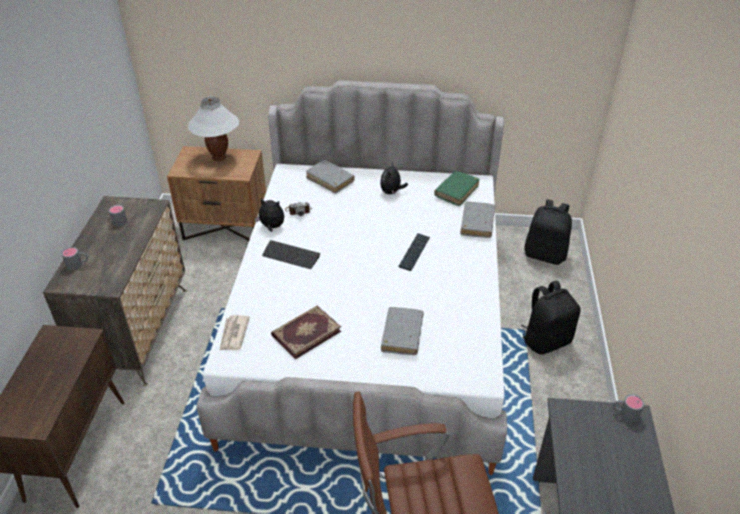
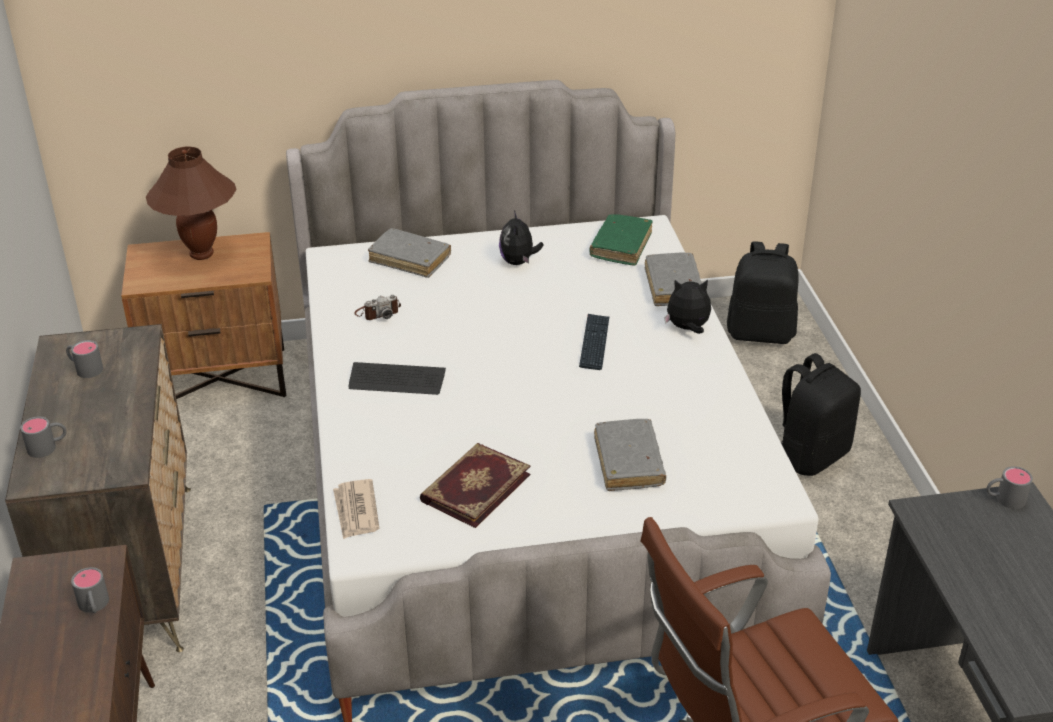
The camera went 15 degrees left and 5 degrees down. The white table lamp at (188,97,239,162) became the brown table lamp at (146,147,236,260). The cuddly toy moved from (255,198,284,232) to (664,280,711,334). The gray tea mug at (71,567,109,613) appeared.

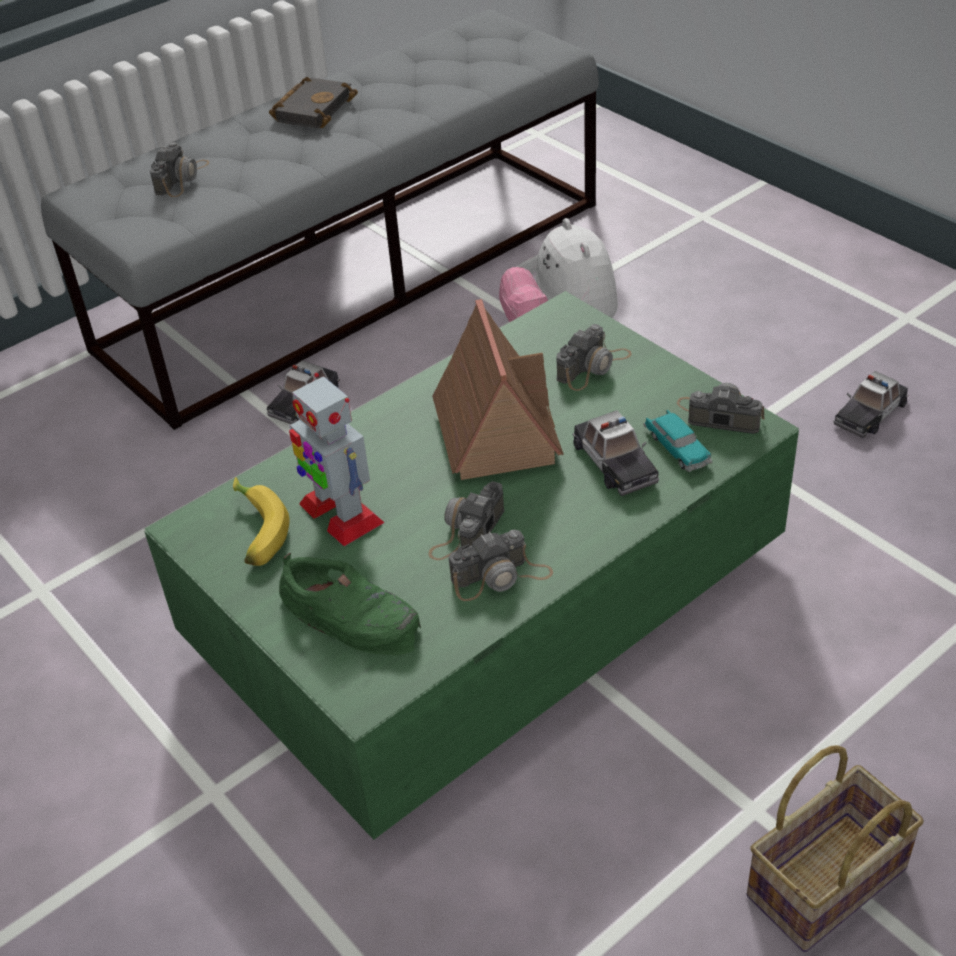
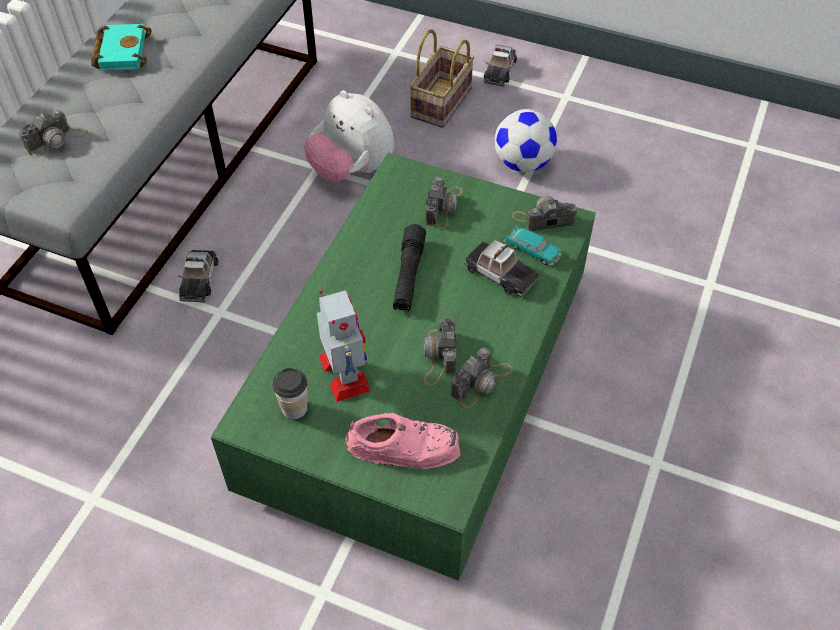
The camera went 30 degrees left and 10 degrees up. The black-coloured volume at (269,77,358,129) became the turquoise-coloured volume at (91,24,152,70). The still camera at (150,142,209,197) turned 60 degrees clockwise. The toy house at (432,299,564,480) was replaced by the black-coloured flashlight at (393,224,426,311). The miniature car moved from (833,371,908,438) to (484,44,517,87). The model robot at (289,373,384,546) turned 135 degrees counterclockwise. The banana fruit at (233,477,289,566) was replaced by the cup at (273,368,308,419). The green-coloured shoe at (279,553,421,655) became the pink shoe at (345,413,461,469). The storage basket moved from (747,745,924,952) to (409,29,474,128). The football at (495,109,557,172) appeared.

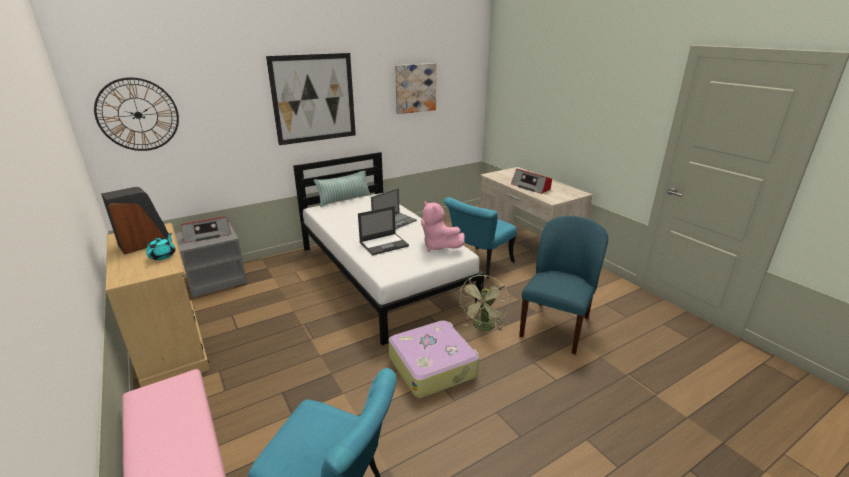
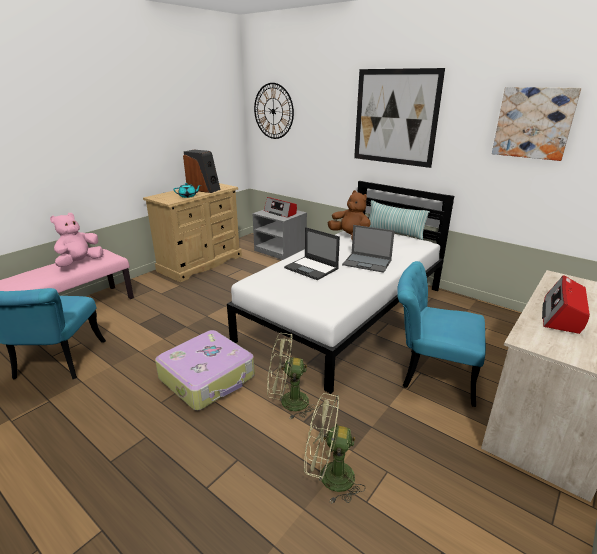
The camera went 70 degrees right and 0 degrees up. The pink cuddly toy moved from (421,201,465,251) to (50,213,103,267). The bluish chair at (519,216,608,354) was replaced by the green-coloured fan at (304,393,365,504). The brown cuddly toy at (328,190,371,239) appeared.

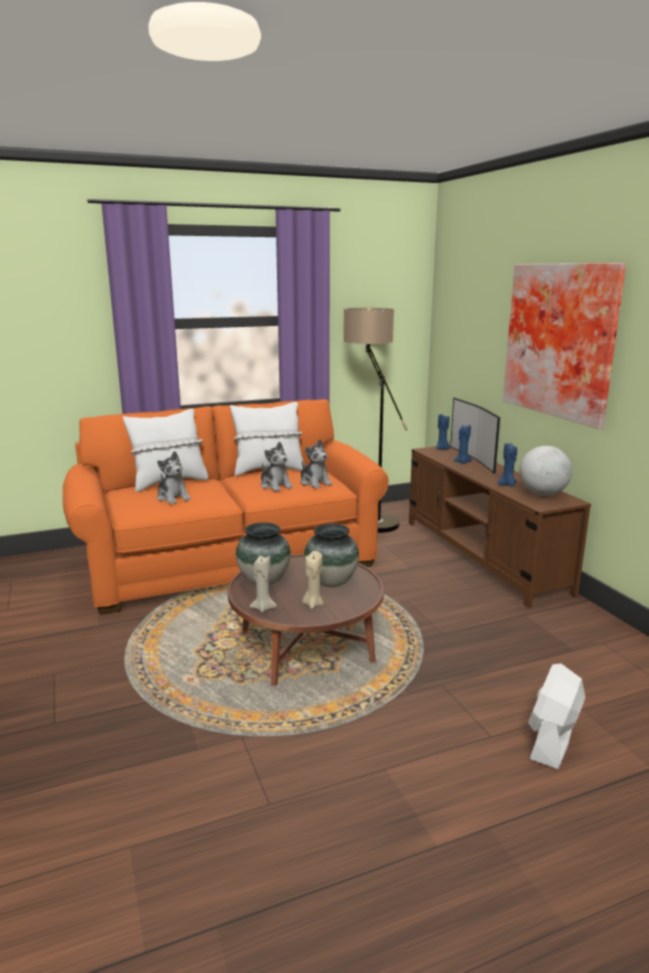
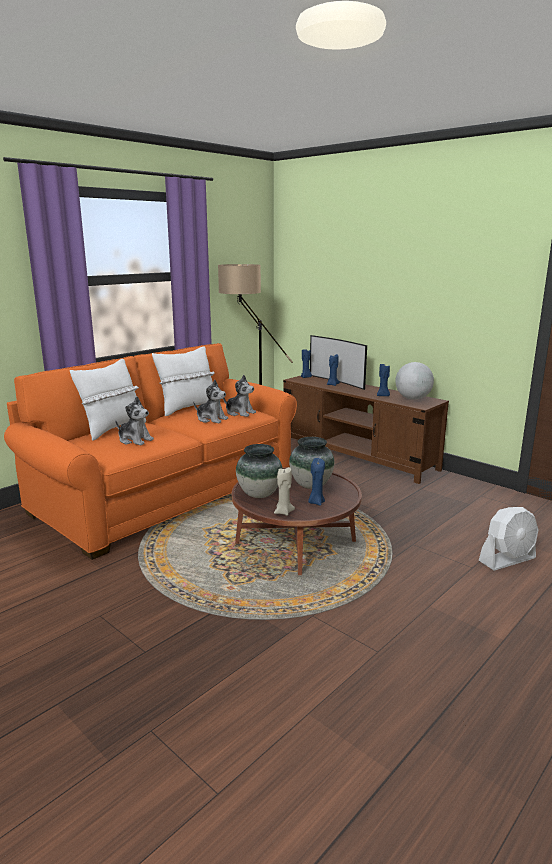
The camera went 25 degrees left and 0 degrees up. The wall picture at (503,263,626,429) disappeared. The beige-coloured wax light at (302,551,324,609) became the bluish wax light at (308,458,325,506). The white fan at (528,664,585,769) turned 120 degrees counterclockwise.

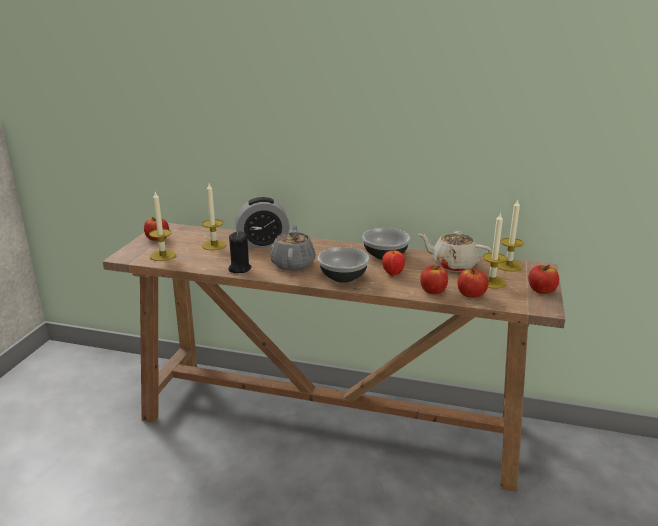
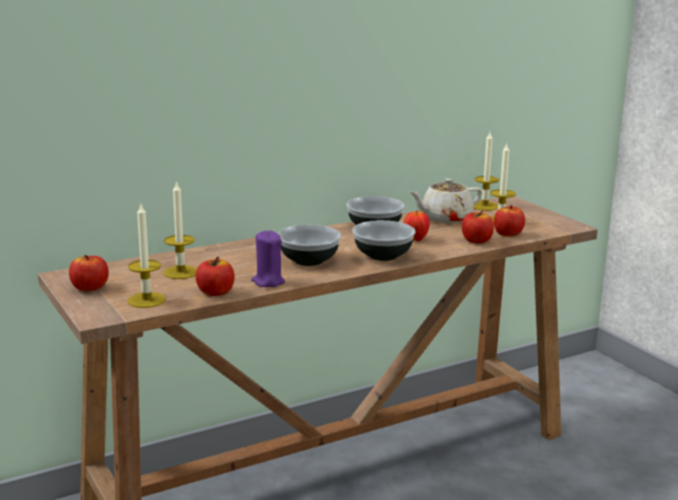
The camera went 45 degrees left and 5 degrees down. The alarm clock at (235,197,290,249) disappeared. The gray pot for tea at (270,224,316,271) was replaced by the deep dish at (278,225,341,266). The black-coloured wax light at (228,231,251,273) became the purple wax light at (251,230,285,287). The apple fruit moved from (528,265,559,294) to (196,257,235,296).

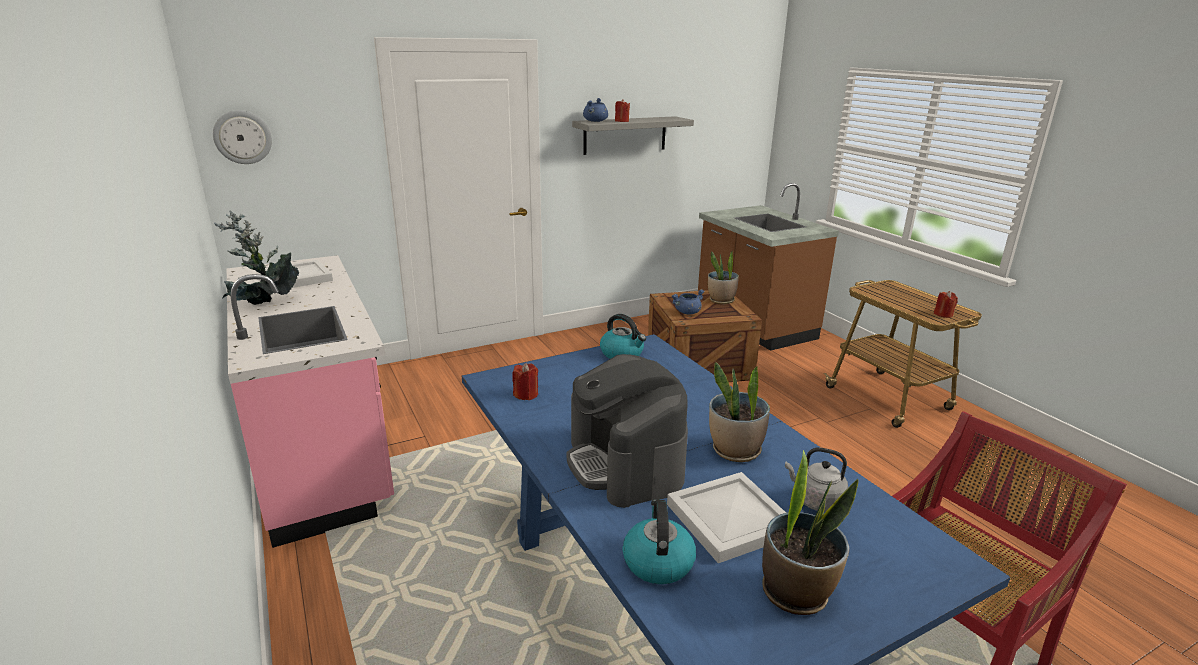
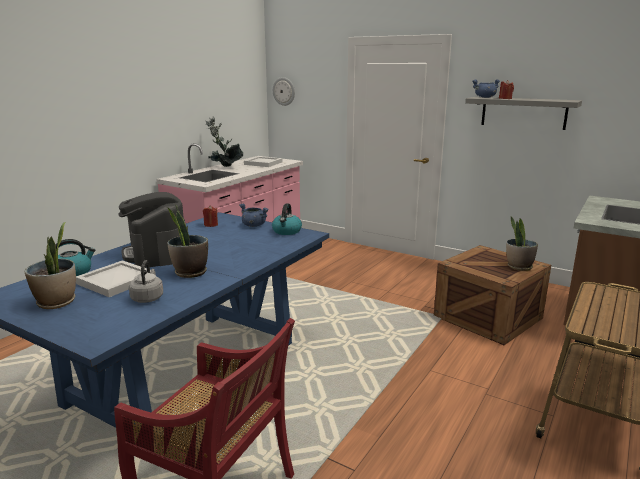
The camera went 60 degrees right and 5 degrees down. The bluish cooking pot moved from (671,289,705,315) to (239,204,269,227). The reddish wax light at (934,291,958,318) disappeared. The coffee brewer at (566,354,688,508) turned 60 degrees counterclockwise.

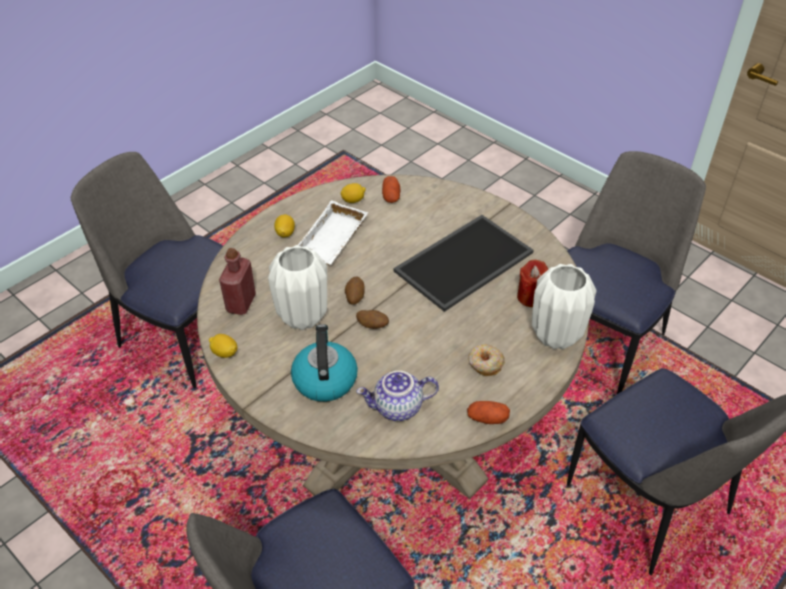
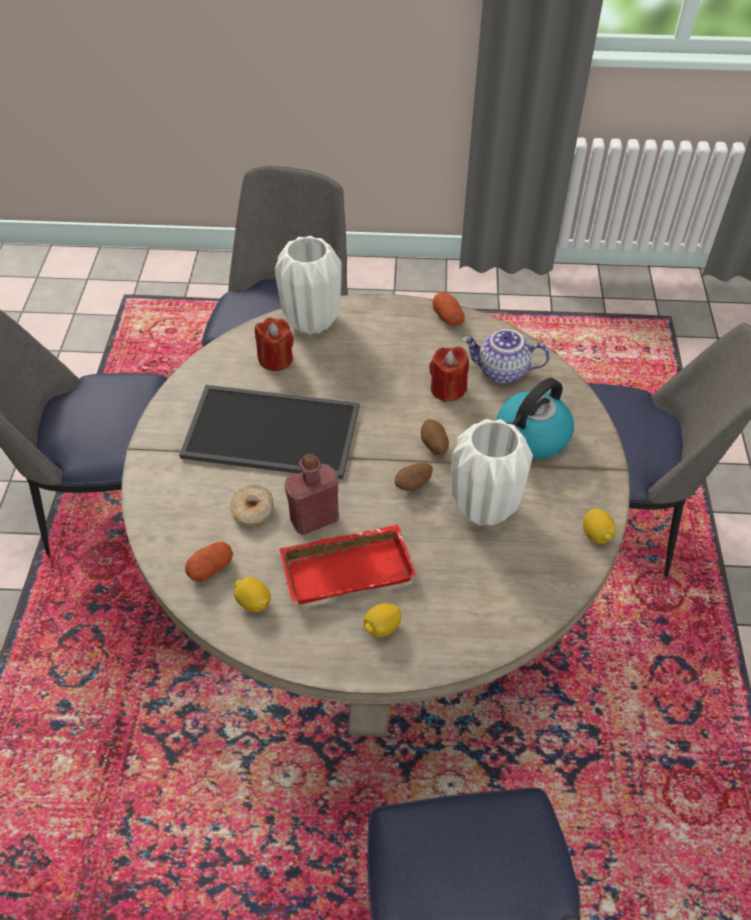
The camera went 130 degrees left and 5 degrees up. The white carrying tray at (298,200,368,266) became the reddish carrying tray at (279,524,416,604). The reddish drink bottle moved from (219,248,256,315) to (285,454,339,535). The ring doughnut moved from (468,344,505,376) to (230,484,274,526). The pot for tea at (356,371,439,421) turned 150 degrees clockwise. The reddish wax light at (429,347,469,402) appeared.

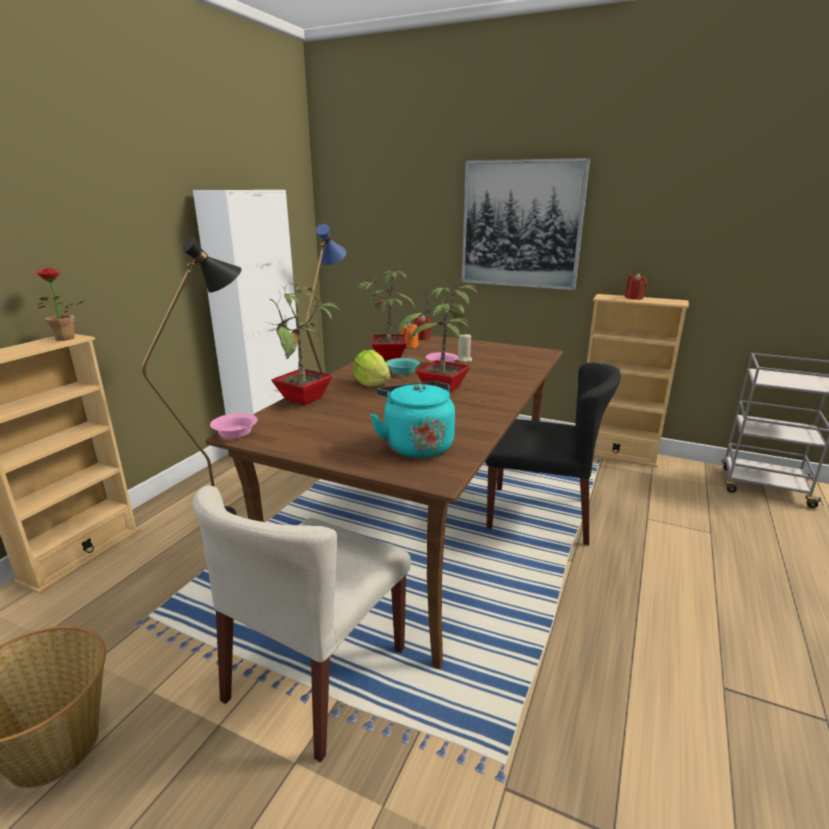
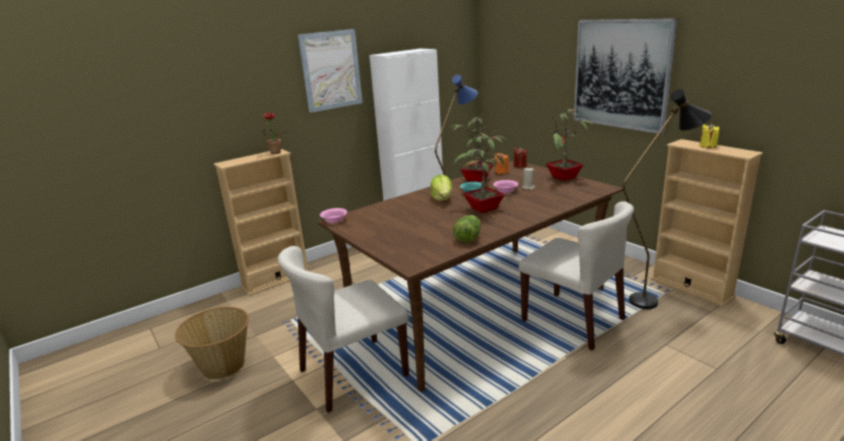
The camera went 30 degrees right and 0 degrees up. The black-coloured standing lamp moved from (142,237,242,515) to (623,89,712,309). The reddish wax light at (625,273,647,300) became the yellow wax light at (699,124,719,148). The plant in a pot moved from (267,283,341,405) to (546,107,594,181). The black-coloured chair at (486,362,621,545) became the beige-coloured chair at (519,201,634,351). The turquoise-coloured water kettle at (370,381,455,458) disappeared. The wall picture at (298,29,363,113) appeared. The lettuce at (453,215,481,243) appeared.

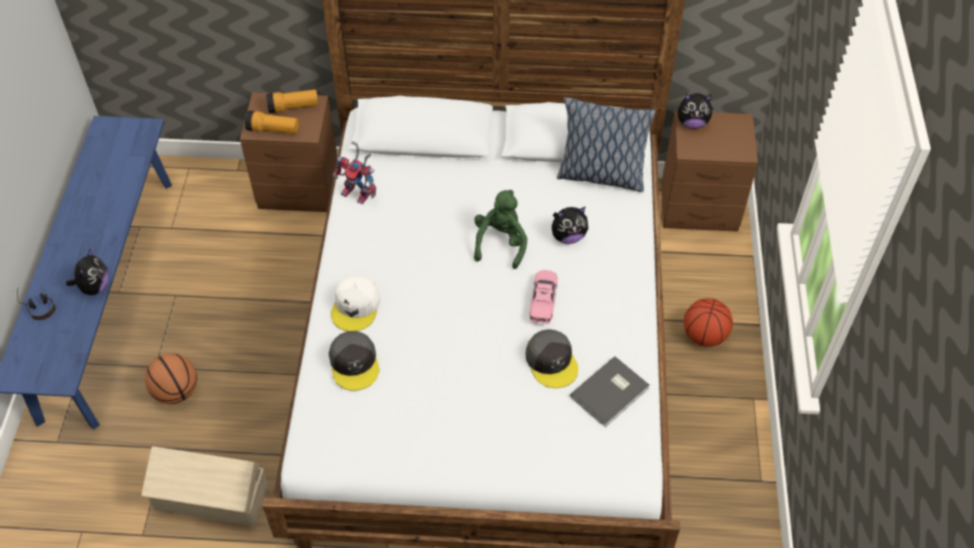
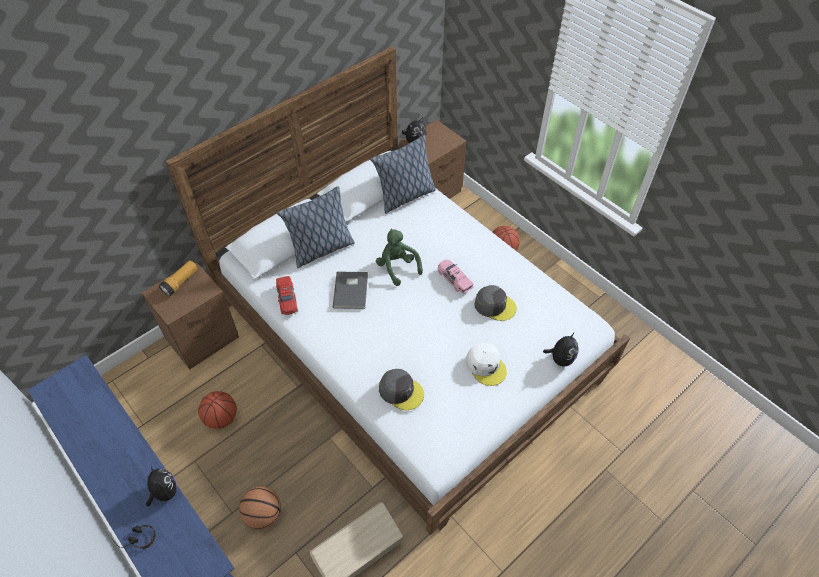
The camera went 45 degrees left and 0 degrees up. The flashlight at (245,110,299,134) disappeared. The model robot at (333,141,376,204) was replaced by the reddish miniature car at (276,276,298,315). The cuddly toy moved from (552,206,588,244) to (543,332,579,367). The white peaked cap moved from (331,275,380,331) to (466,343,507,386). The gray volume moved from (570,356,649,427) to (333,271,368,309). The throw pillow at (277,187,355,268) appeared. The basketball at (198,391,237,429) appeared.

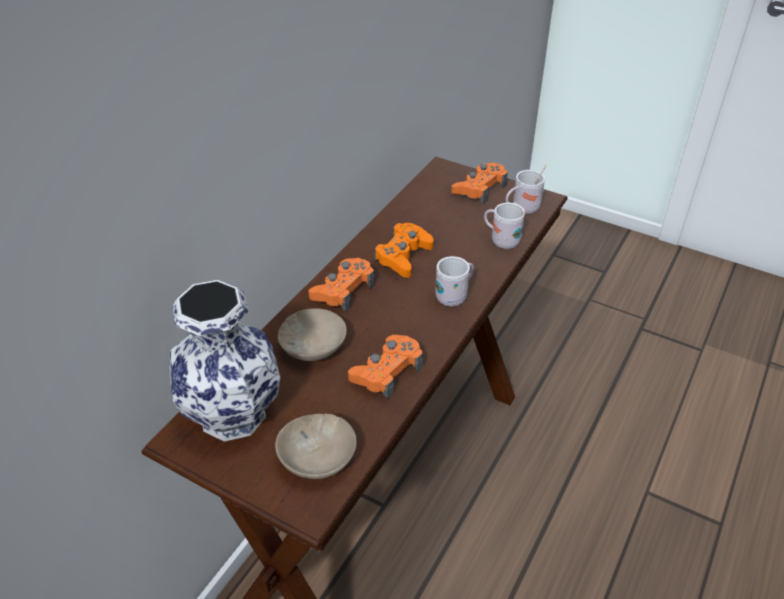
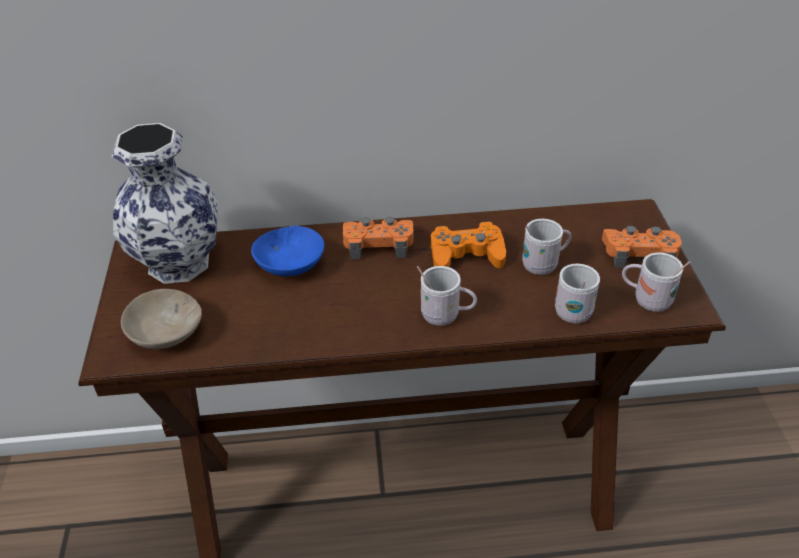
The camera went 55 degrees right and 0 degrees up. The beige-coloured deep dish at (278,308,347,361) became the bluish deep dish at (251,226,324,276). The orange joypad at (348,335,423,399) disappeared. The white tea mug at (522,219,572,275) appeared.

